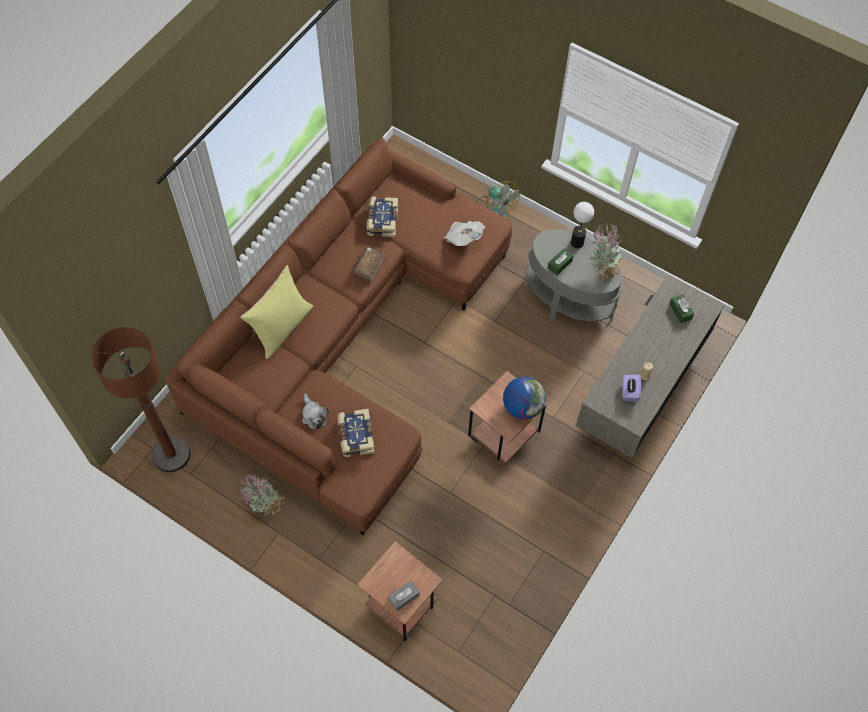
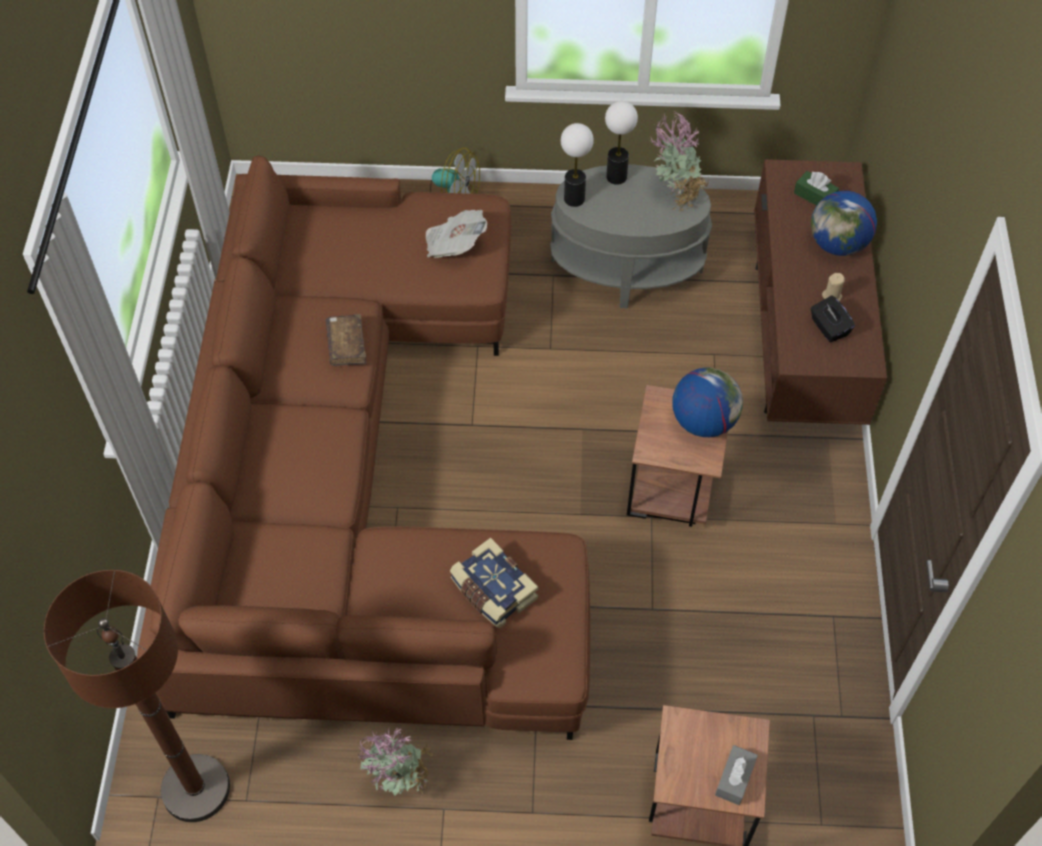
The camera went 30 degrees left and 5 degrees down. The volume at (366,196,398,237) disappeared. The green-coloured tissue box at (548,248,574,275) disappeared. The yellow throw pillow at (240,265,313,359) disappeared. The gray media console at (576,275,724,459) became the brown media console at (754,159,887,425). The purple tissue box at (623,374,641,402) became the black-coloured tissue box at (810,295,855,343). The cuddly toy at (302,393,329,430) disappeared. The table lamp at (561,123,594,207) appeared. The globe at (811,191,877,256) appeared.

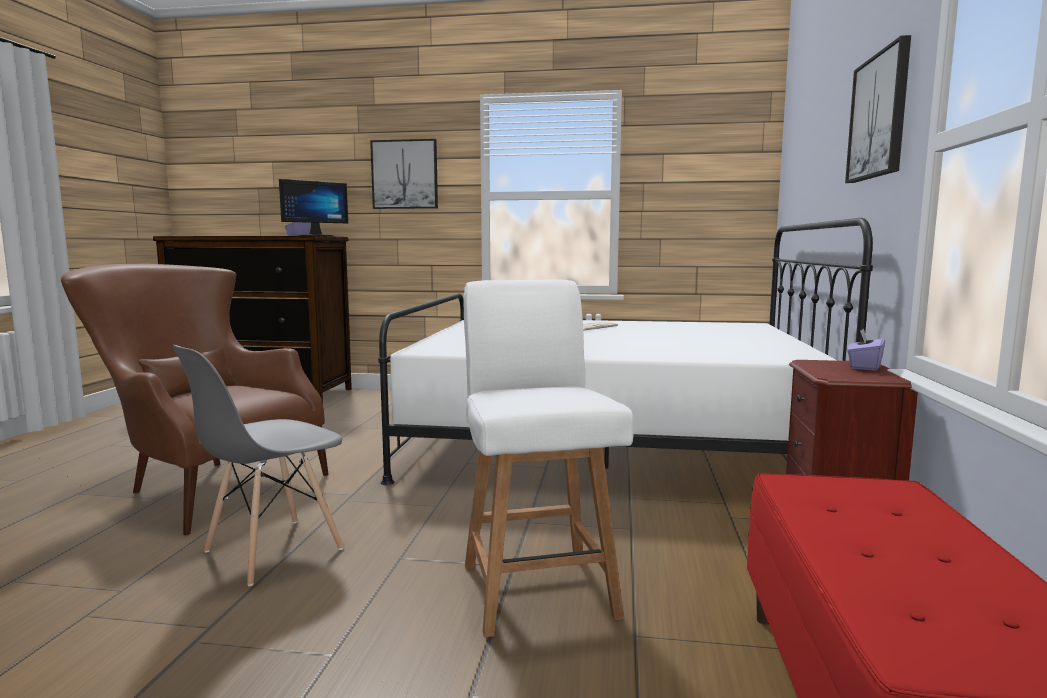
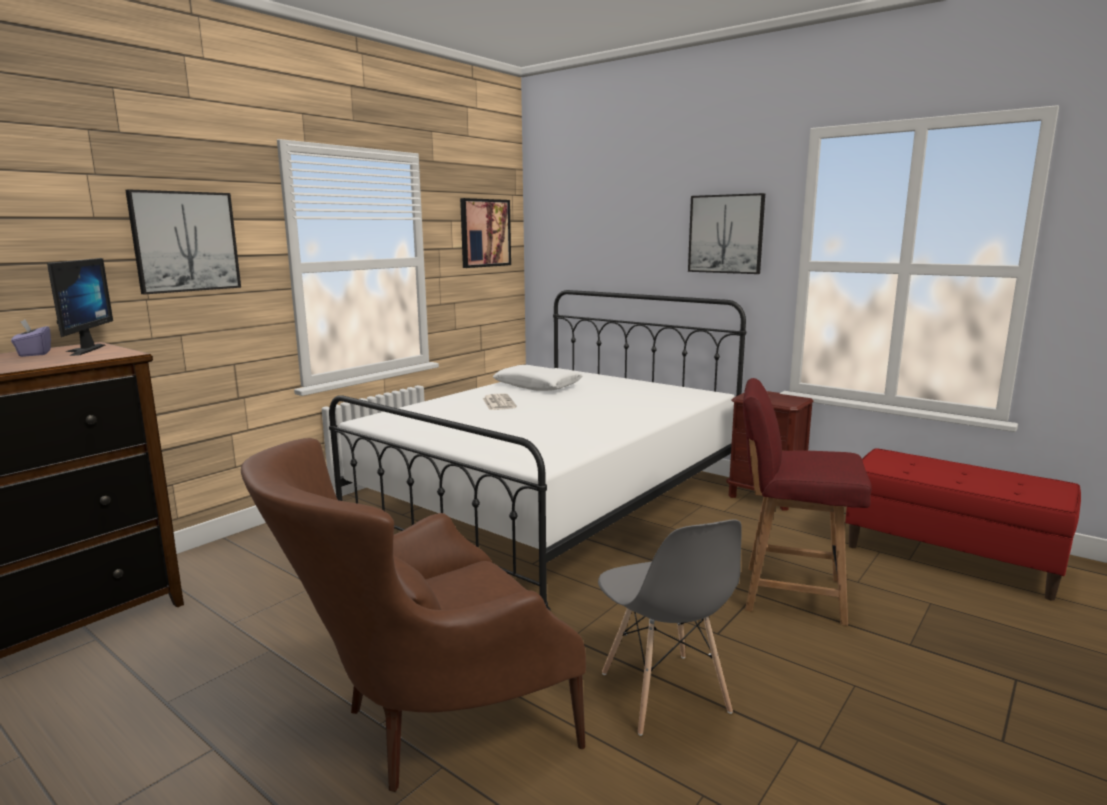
The camera went 60 degrees left and 5 degrees up. The white chair at (463,279,634,638) became the reddish chair at (743,378,872,626). The purple tissue box at (847,328,885,371) disappeared. The wall picture at (460,198,511,268) appeared. The white throw pillow at (493,365,582,391) appeared.

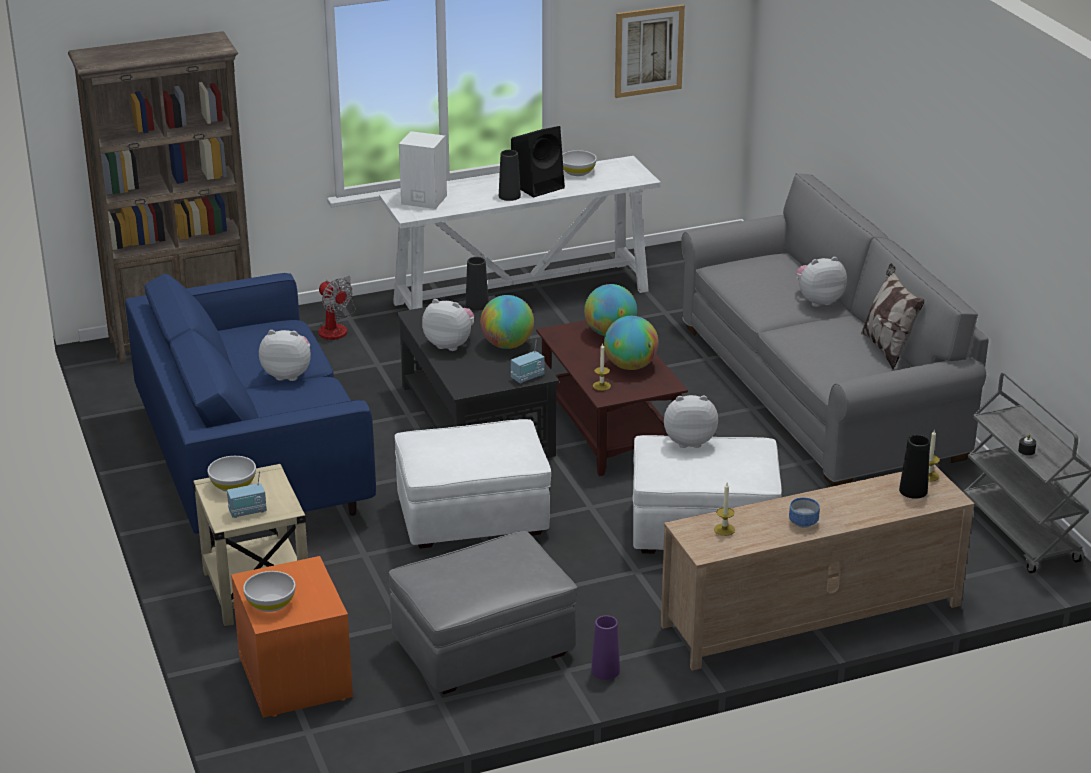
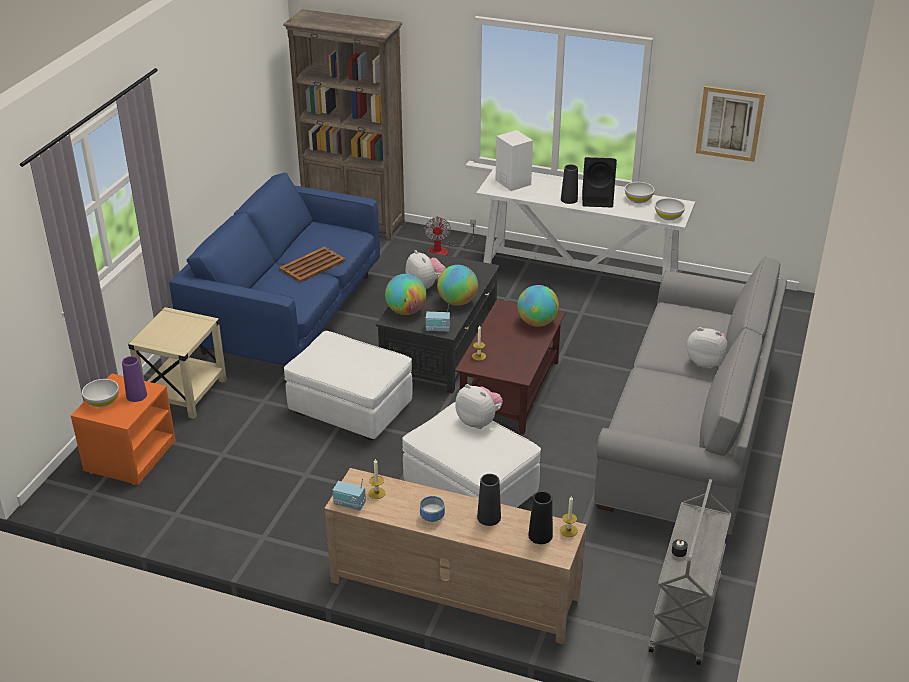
The camera went 40 degrees right and 5 degrees up. The black-coloured vase moved from (466,257,489,311) to (477,474,501,526). The throw pillow at (860,263,924,370) disappeared. The globe moved from (604,316,659,370) to (385,274,426,315). The cuddly toy at (259,330,311,381) was replaced by the brown carrying tray at (279,246,346,283). The white deep dish moved from (207,456,256,492) to (655,198,685,220). The radio receiver moved from (227,471,267,518) to (333,478,366,511). The gray pouffe at (389,531,577,695) disappeared. The purple vase moved from (591,615,620,680) to (122,356,147,402).

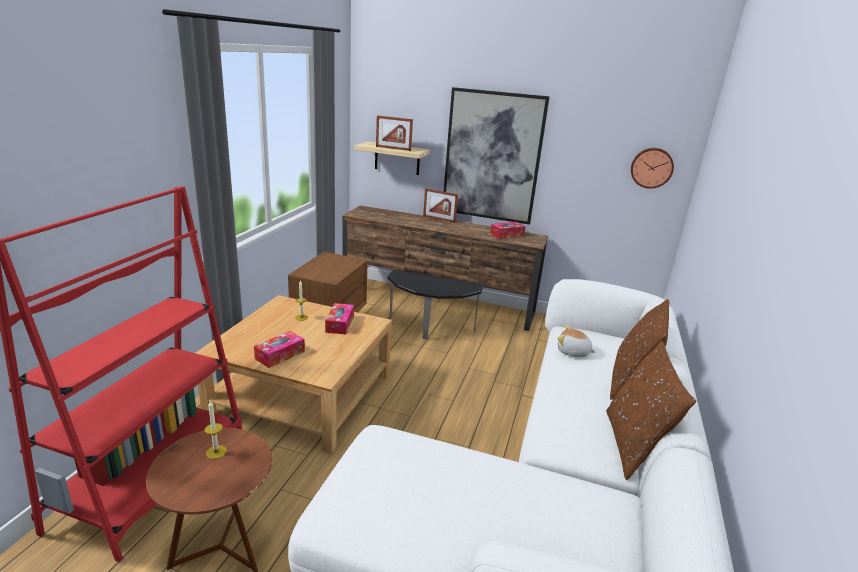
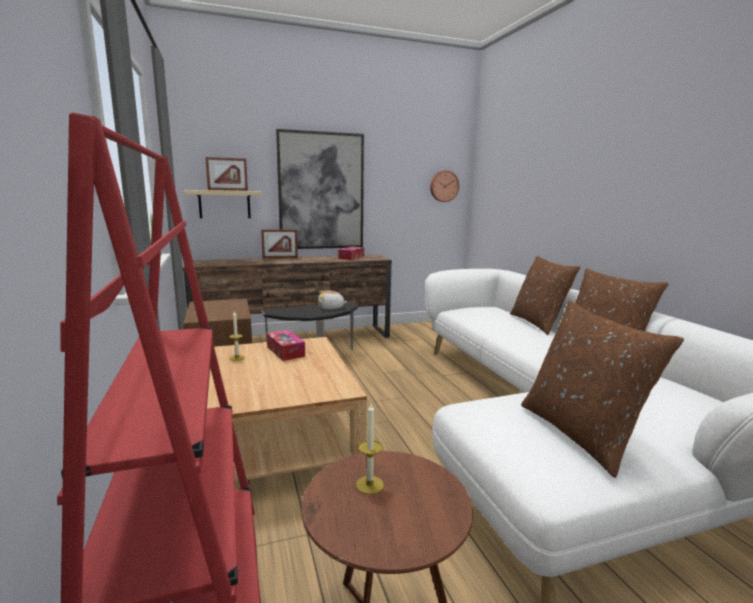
The camera went 35 degrees left and 10 degrees down. The cuddly toy moved from (557,325,596,357) to (318,290,347,309). The tissue box at (254,331,305,368) disappeared. The brown throw pillow at (521,301,684,478) appeared.

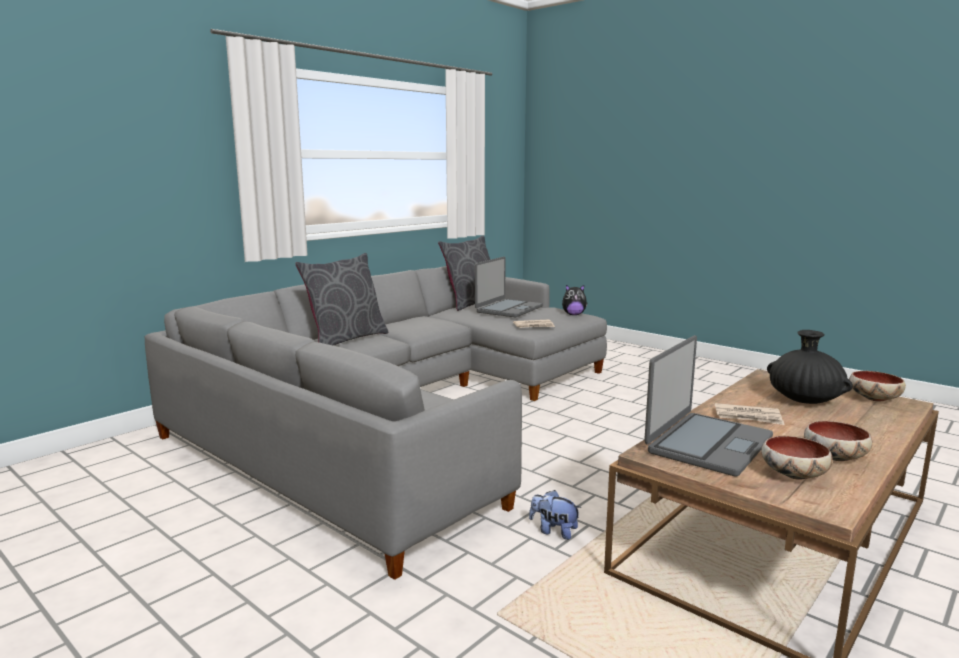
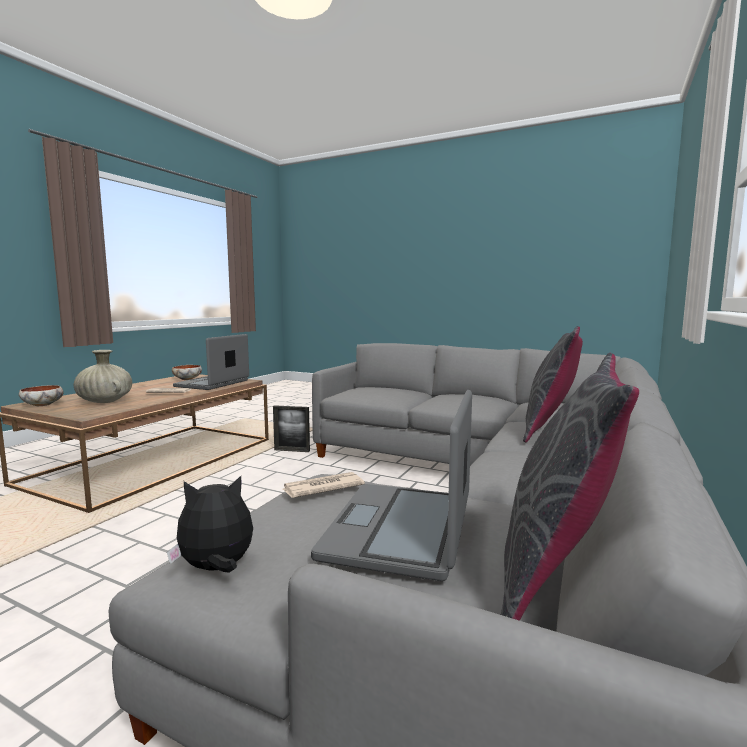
The camera went 165 degrees right and 5 degrees down. The black-coloured vase at (767,330,853,404) became the beige-coloured vase at (73,350,132,403). The deep dish at (804,421,872,461) disappeared. The cuddly toy at (529,490,582,540) was replaced by the picture frame at (273,405,310,452).

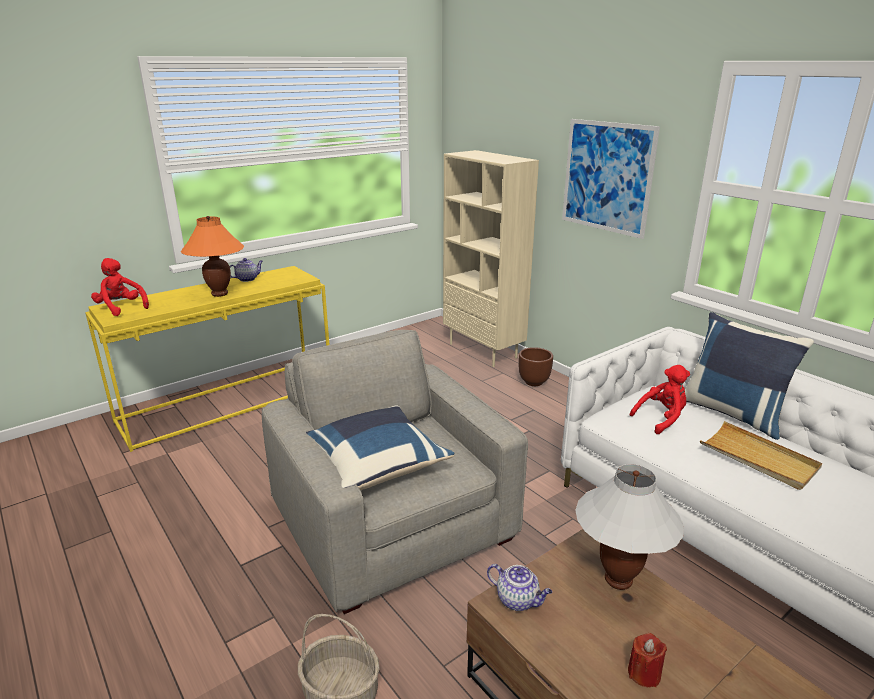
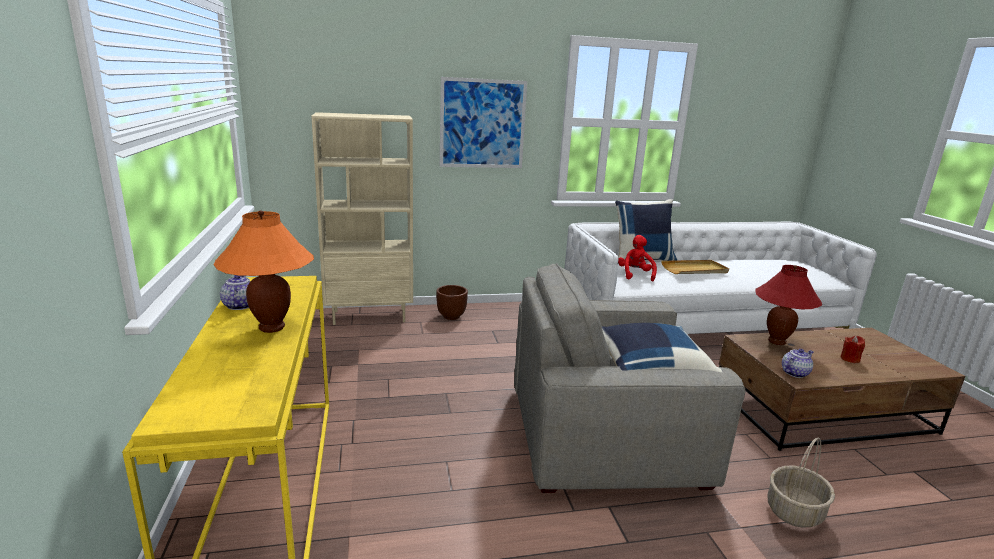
The camera went 65 degrees left and 5 degrees down. The reddish cuddly toy at (91,258,149,316) disappeared. The white table lamp at (575,464,684,590) became the reddish table lamp at (755,265,822,346).

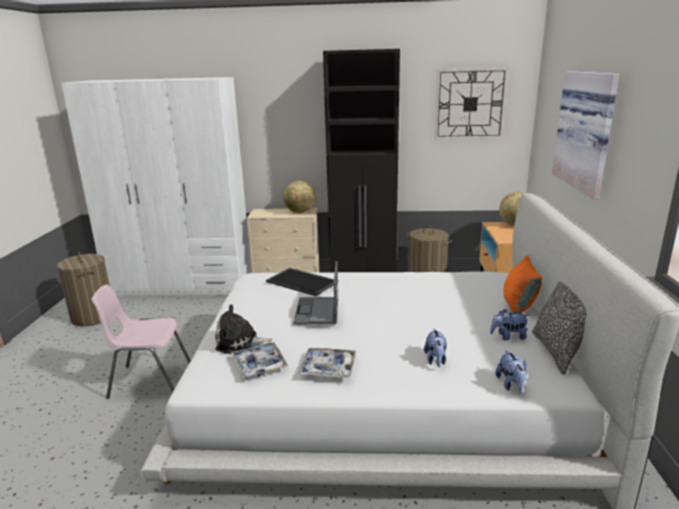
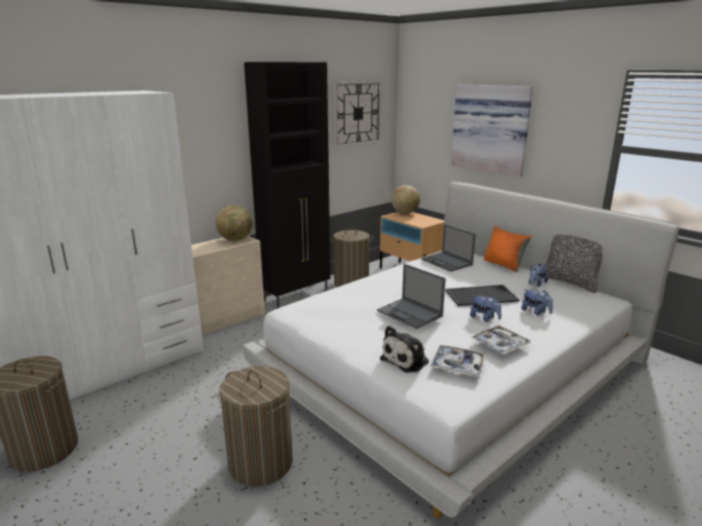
The camera went 45 degrees left and 0 degrees up. The carrying tray moved from (266,268,334,296) to (445,285,520,306). The pink chair at (92,284,191,399) was replaced by the laundry basket at (219,366,293,487). The cuddly toy moved from (495,350,527,394) to (470,295,501,322). The notebook computer at (421,224,476,272) appeared.

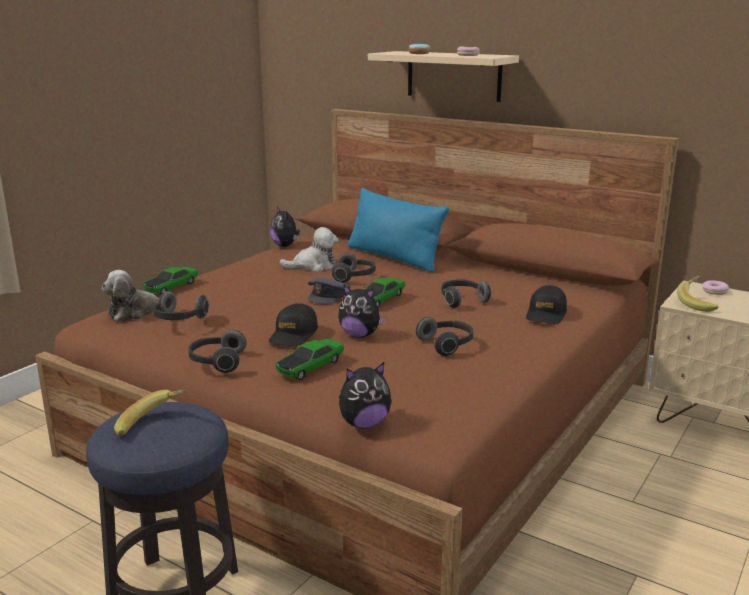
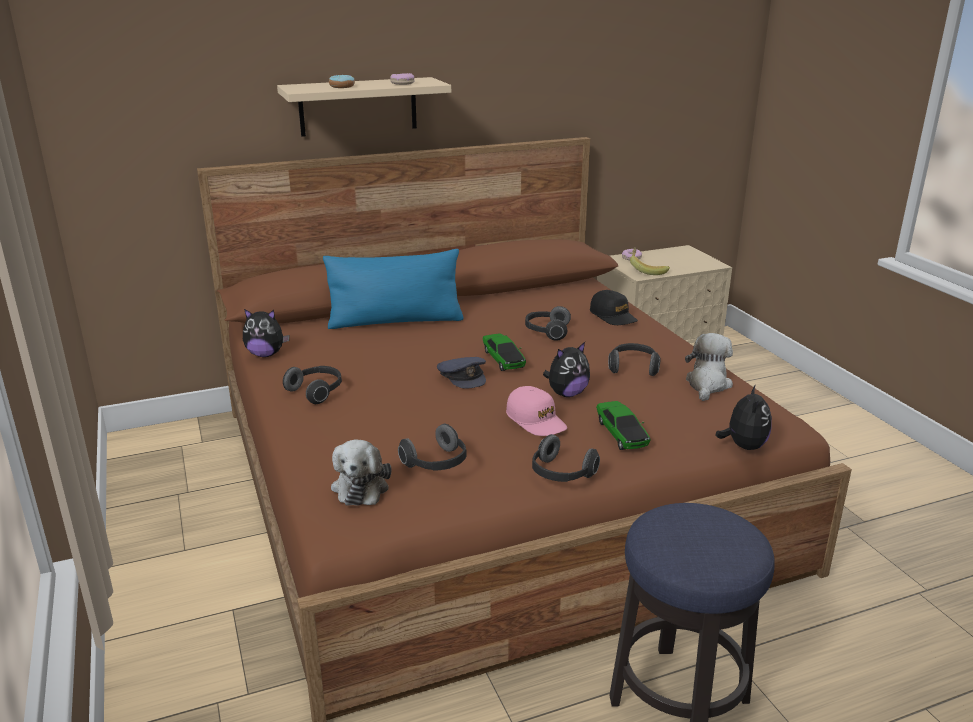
The camera went 55 degrees left and 5 degrees up. The cuddly toy moved from (279,227,338,272) to (685,333,733,401). The headset moved from (332,253,376,283) to (283,366,342,404). The miniature car at (143,267,198,295) disappeared. The black-coloured peaked cap at (269,303,318,346) became the pink peaked cap at (506,386,567,436). The banana fruit at (114,390,186,436) disappeared.

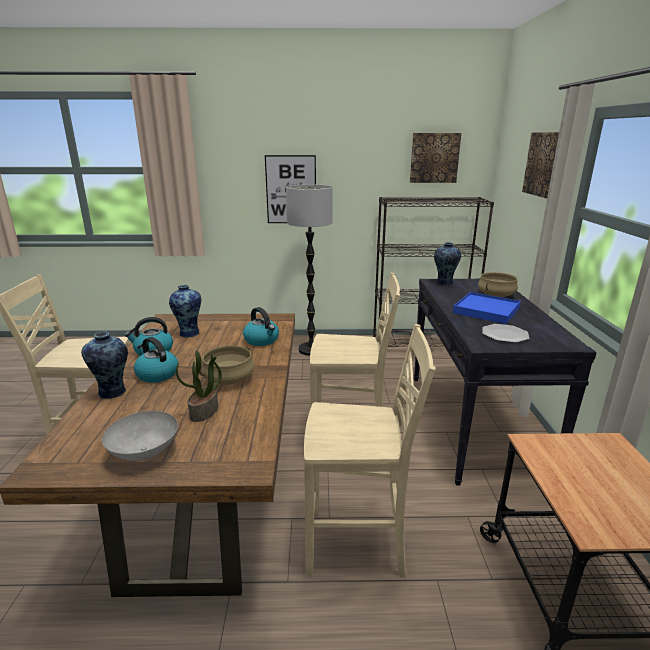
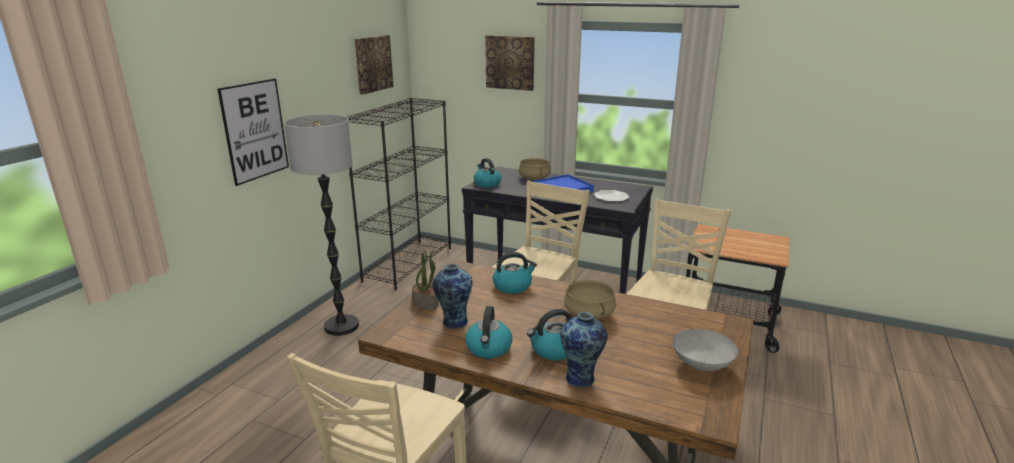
The camera went 65 degrees left and 0 degrees up. The vase at (434,242,461,286) was replaced by the water kettle at (474,158,501,188). The plant in a pot moved from (176,350,222,422) to (412,249,439,310).

